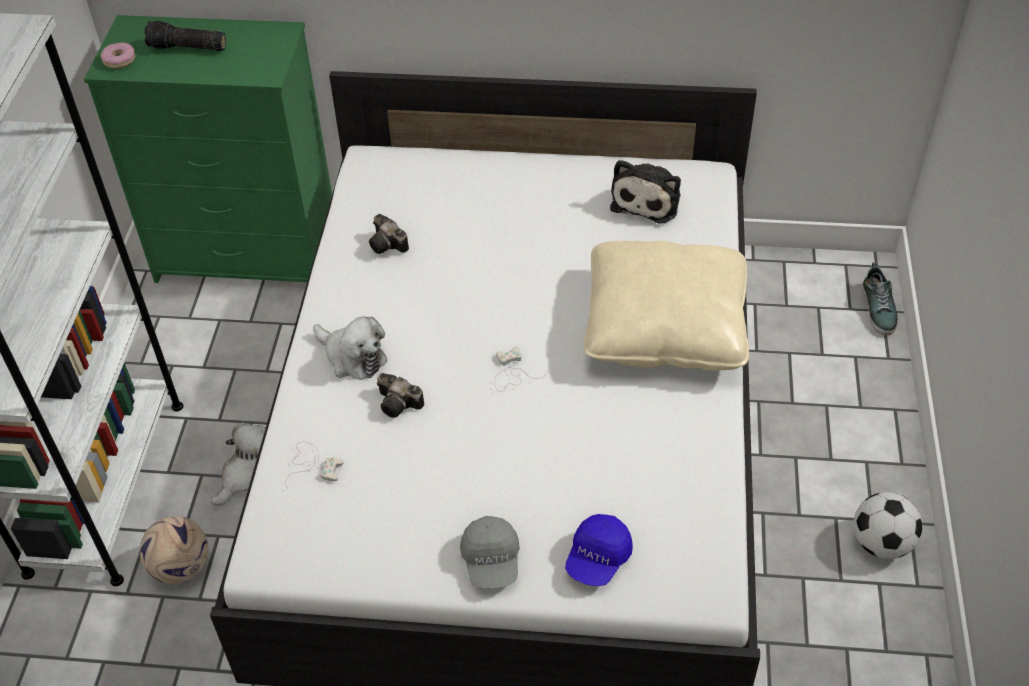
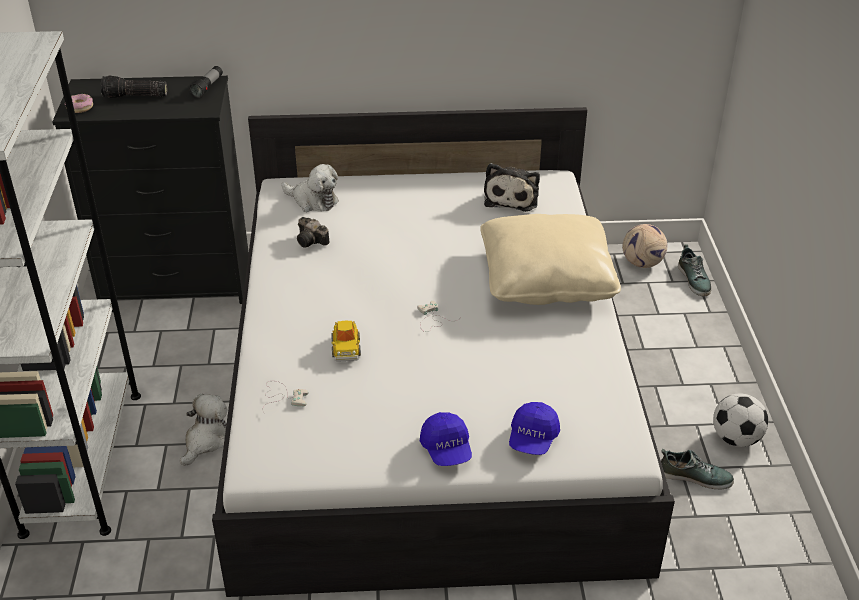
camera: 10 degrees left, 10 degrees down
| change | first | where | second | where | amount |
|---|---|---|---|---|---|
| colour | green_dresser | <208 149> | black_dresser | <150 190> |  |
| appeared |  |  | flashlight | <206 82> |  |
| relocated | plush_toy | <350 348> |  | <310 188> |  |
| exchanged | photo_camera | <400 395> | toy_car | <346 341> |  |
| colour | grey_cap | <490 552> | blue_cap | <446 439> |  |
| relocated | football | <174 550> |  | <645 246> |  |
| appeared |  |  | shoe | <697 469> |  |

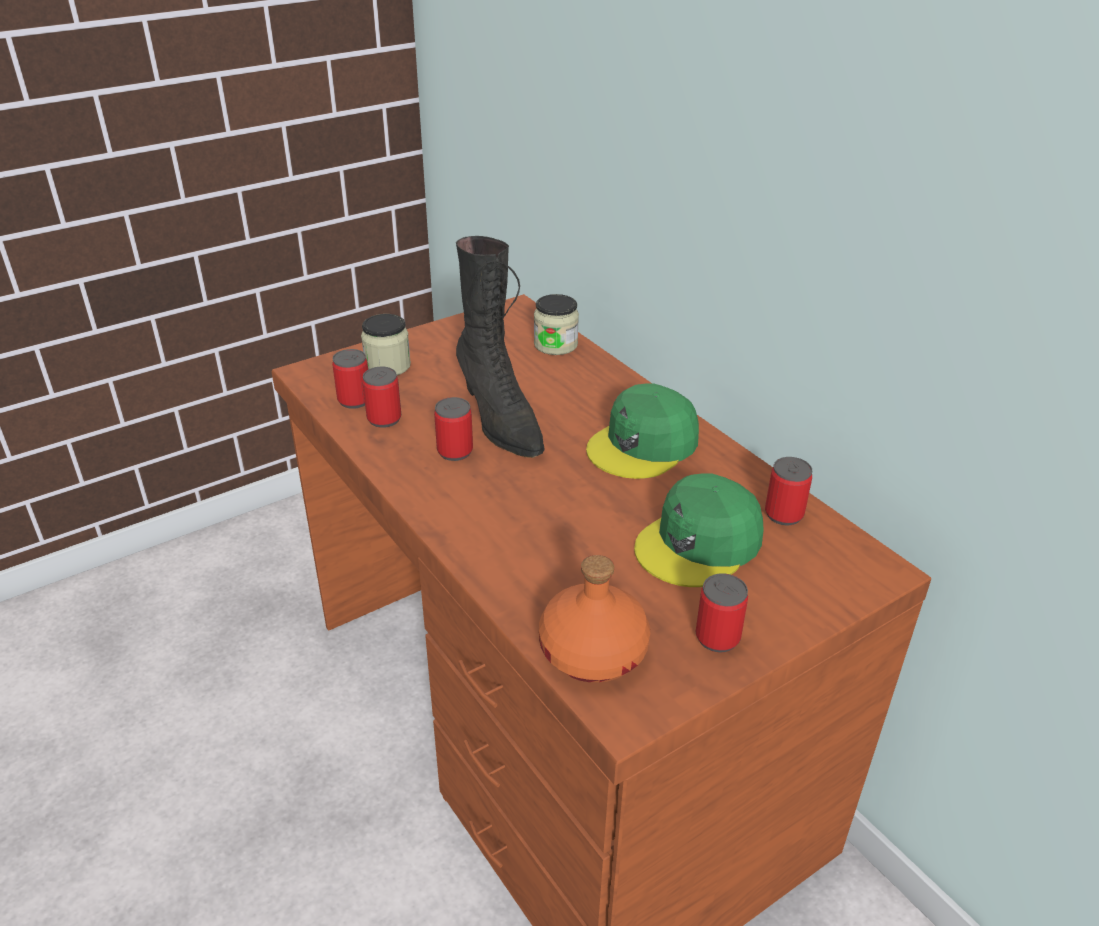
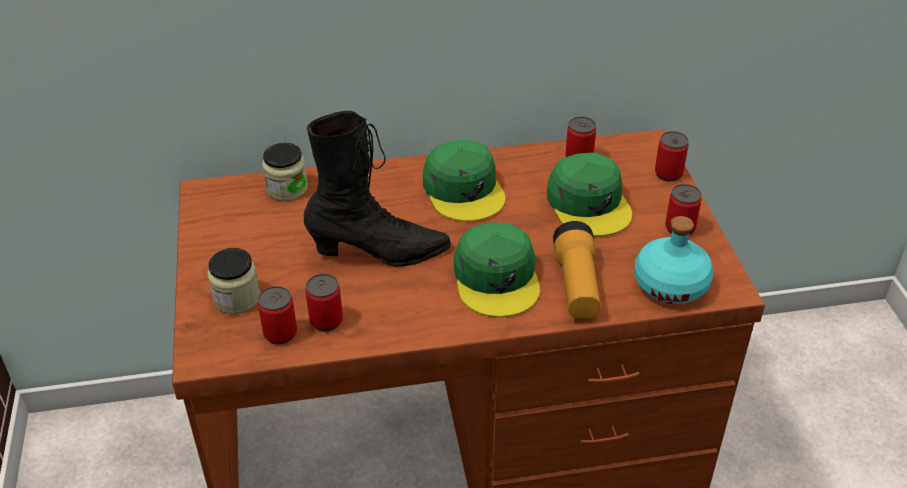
camera: 65 degrees left, 5 degrees up
| change | first | where | second | where | amount |
|---|---|---|---|---|---|
| appeared |  |  | green_cap | <497 270> |  |
| appeared |  |  | flashlight | <577 270> |  |
| colour | orange_bottle | <594 619> | turquoise_bottle | <674 260> |  |
| relocated | can | <453 429> |  | <671 156> |  |

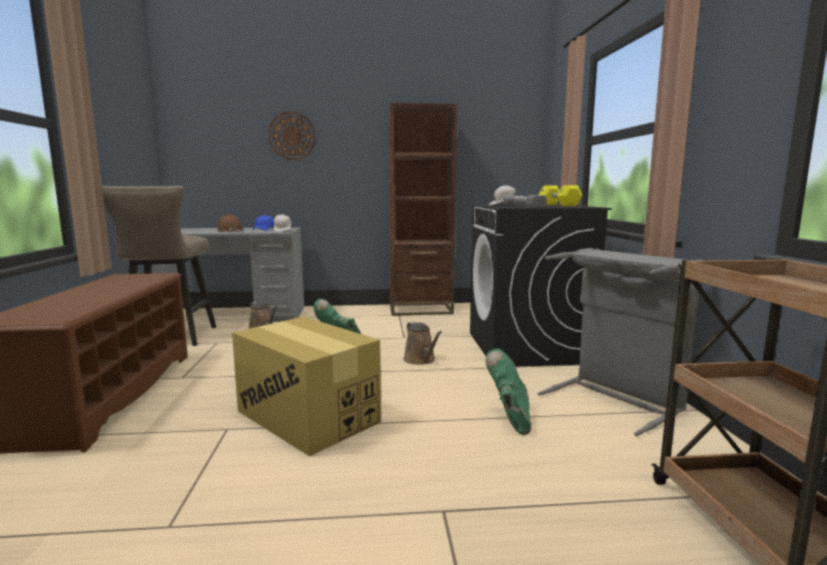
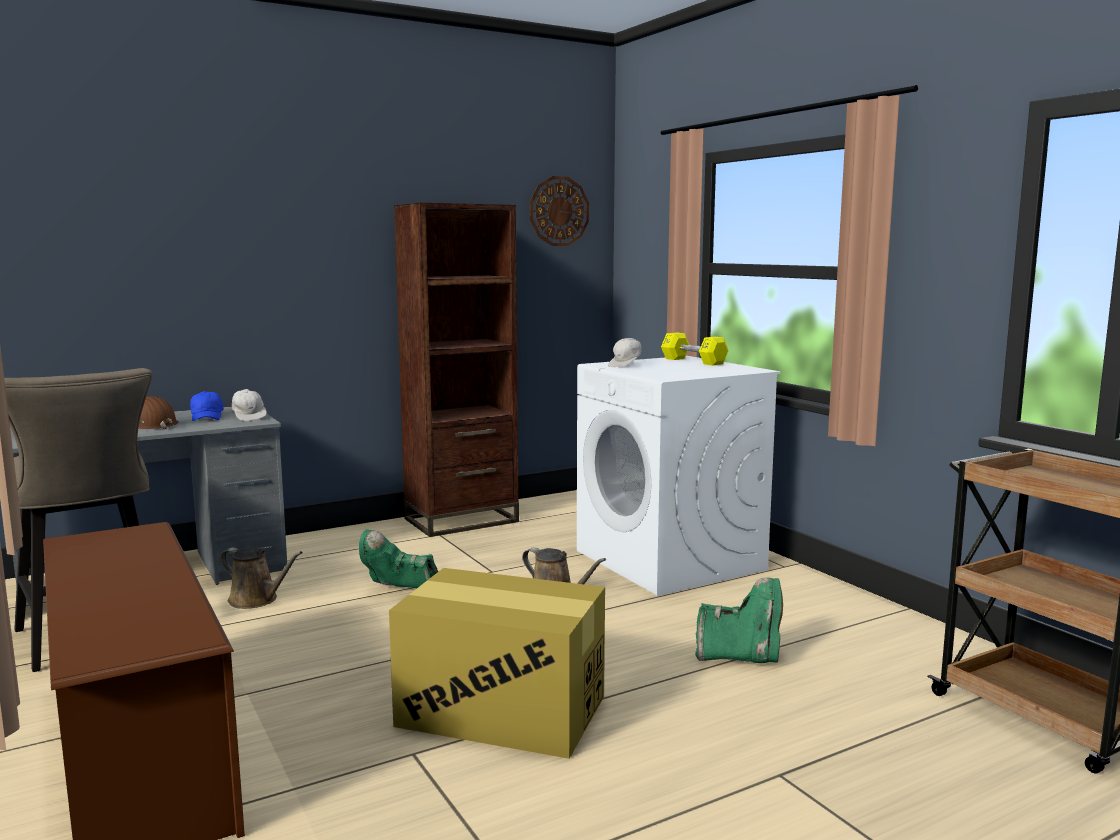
camera: 25 degrees left, 0 degrees up
| change | first | where | second | where | amount |
|---|---|---|---|---|---|
| relocated | wall_clock | <292 136> |  | <559 211> |  |
| colour | black_washing_machine | <541 285> | white_washing_machine | <679 476> |  |
| spun | green_boot | <508 392> |  | <739 620> | 120 degrees clockwise |
| missing | power_drill | <525 201> |  |  |  |
| missing | grey_laundry_basket | <620 342> |  |  |  |

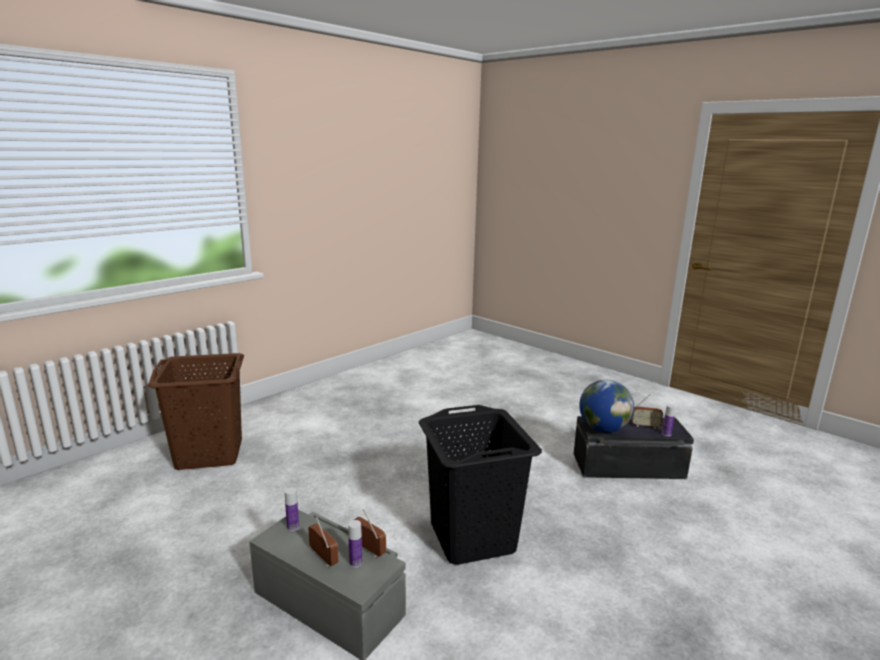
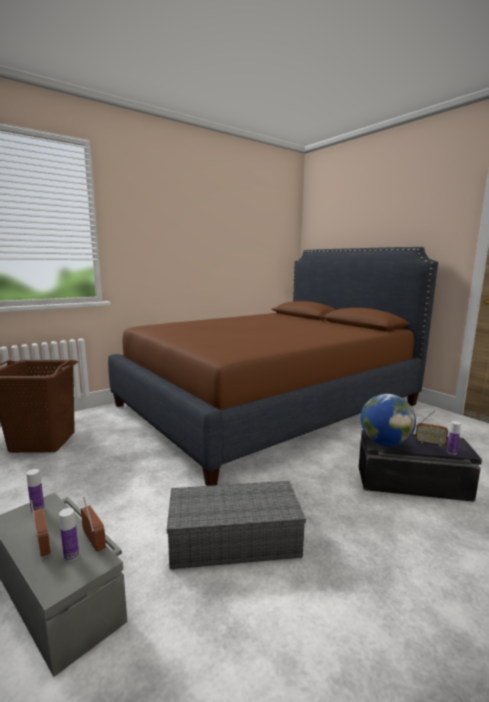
camera: 10 degrees right, 5 degrees down
| change | first | where | second | where | amount |
|---|---|---|---|---|---|
| appeared |  |  | brown_bed | <273 366> |  |
| exchanged | black_laundry_basket | <480 485> | grey_storage_box | <236 525> |  |

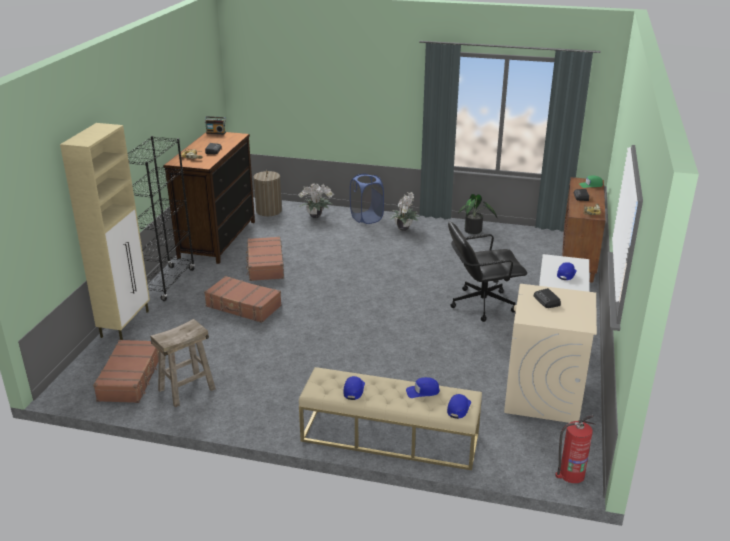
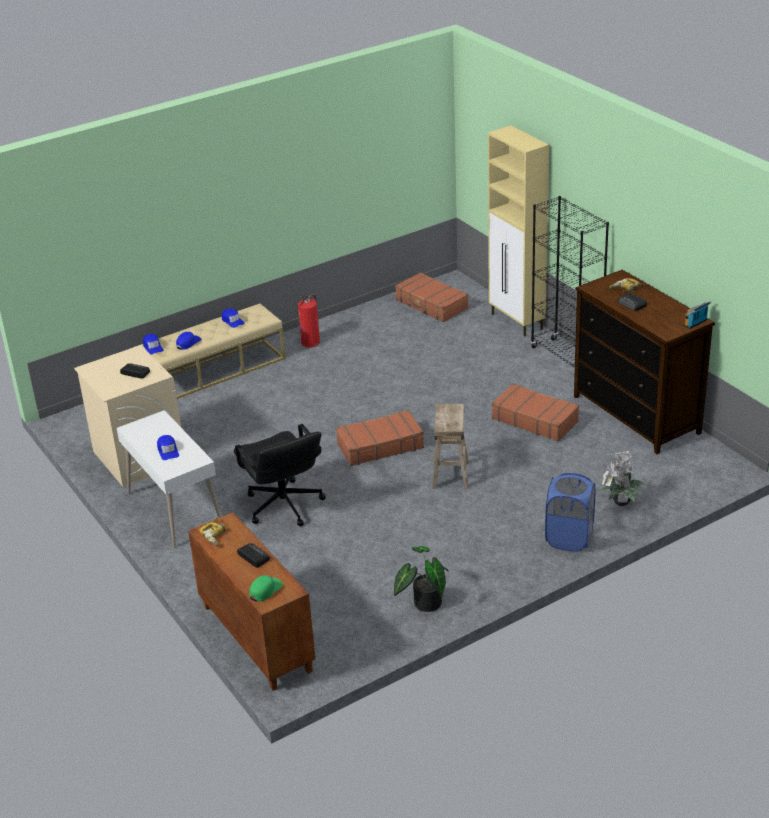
camera: 135 degrees right, 5 degrees up
| change | first | where | second | where | amount |
|---|---|---|---|---|---|
| spun | black_office_chair | <487 271> |  | <280 475> | 120 degrees clockwise |
| relocated | fire_extinguisher | <575 449> |  | <309 320> |  |
| relocated | brown_suitcase | <243 299> |  | <380 438> |  |
| relocated | beige_stool | <183 363> |  | <450 446> |  |
| missing | laundry_basket | <267 193> |  |  |  |
| missing | potted_plant | <404 211> |  |  |  |

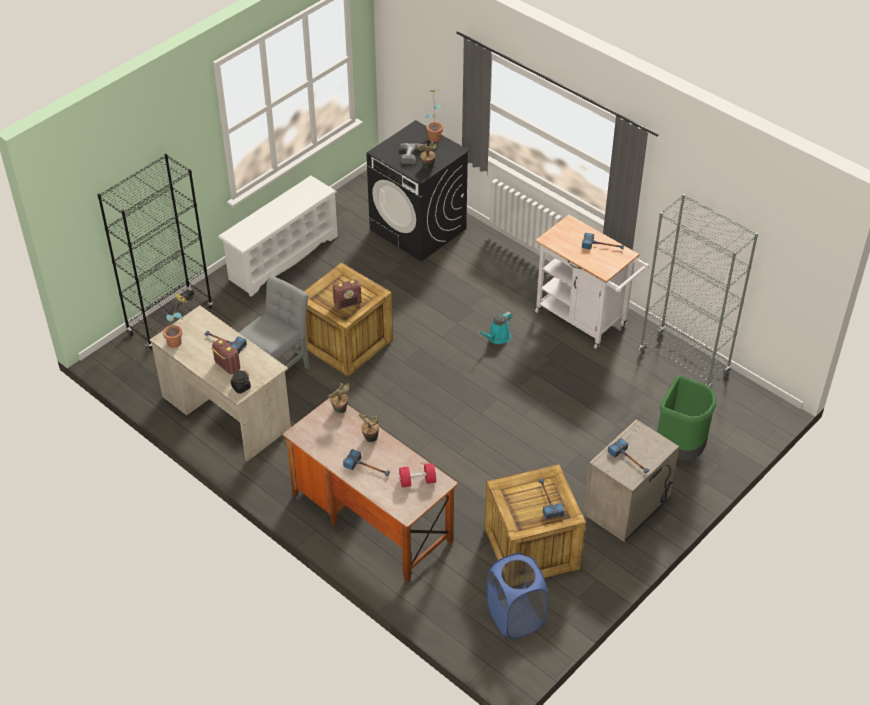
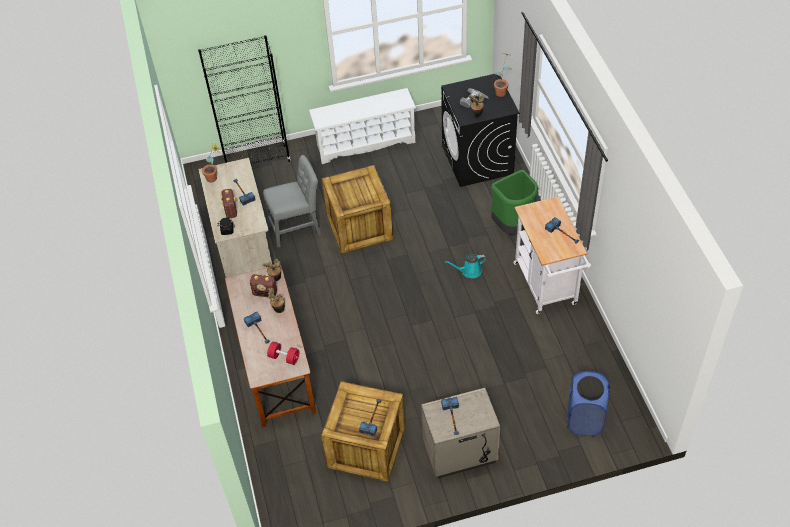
camera: 35 degrees right, 5 degrees up
| change | first | where | second | where | amount |
|---|---|---|---|---|---|
| relocated | radio | <347 294> |  | <263 286> |  |
| relocated | green_trash_can | <686 418> |  | <514 202> |  |
| relocated | blue_laundry_basket | <517 596> |  | <588 403> |  |
| missing | grey_bookcase | <699 291> |  |  |  |

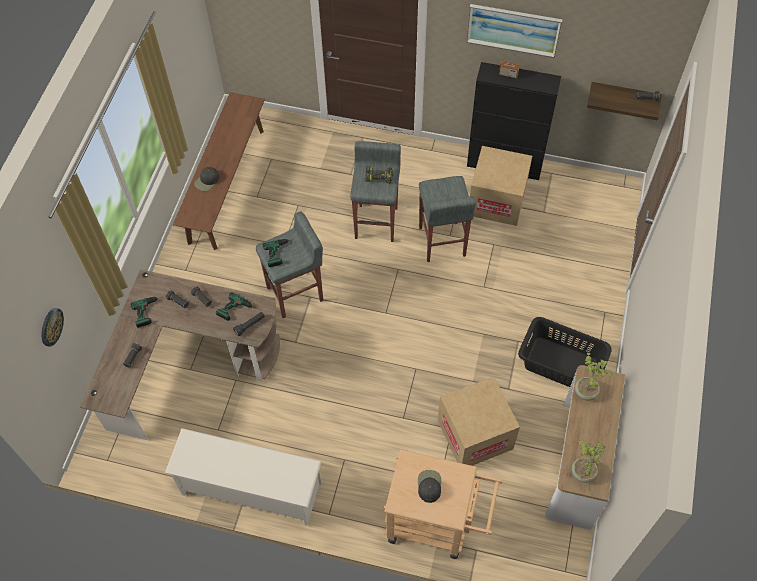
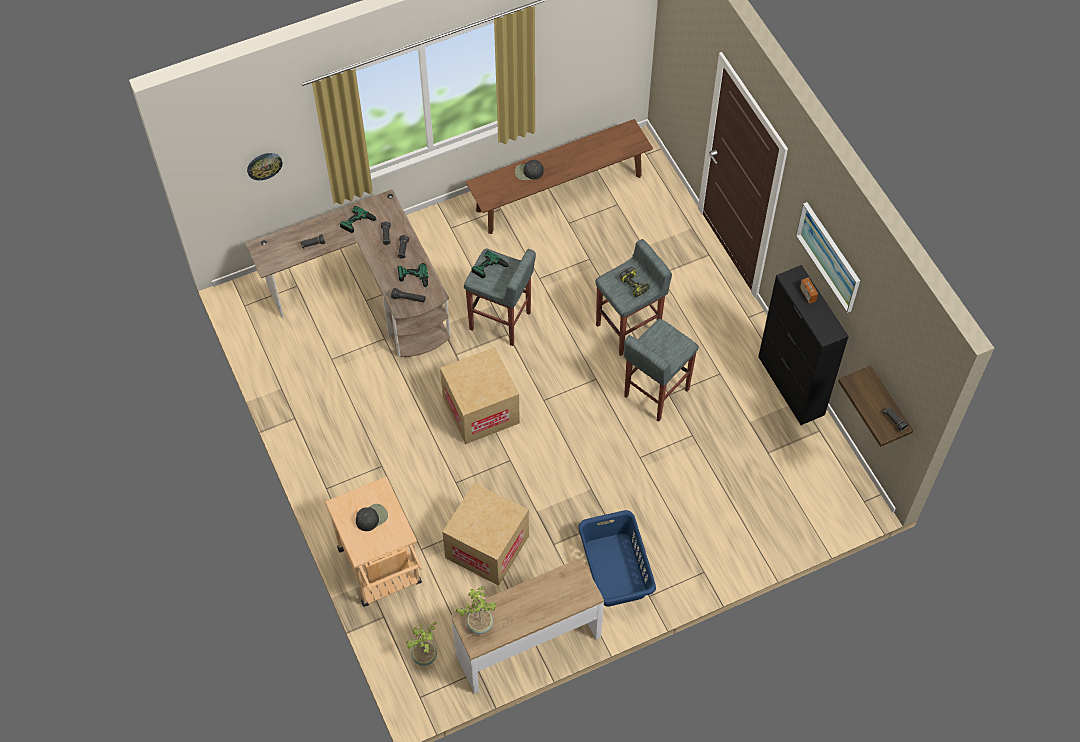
camera: 50 degrees right, 0 degrees up
| change | first | where | second | where | amount |
|---|---|---|---|---|---|
| relocated | potted_plant | <593 377> |  | <421 644> |  |
| relocated | cardboard_box | <501 186> |  | <480 395> |  |
| colour | black_laundry_basket | <565 352> | blue_laundry_basket | <617 558> |  |
| missing | white_shoe_rack | <243 477> |  |  |  |

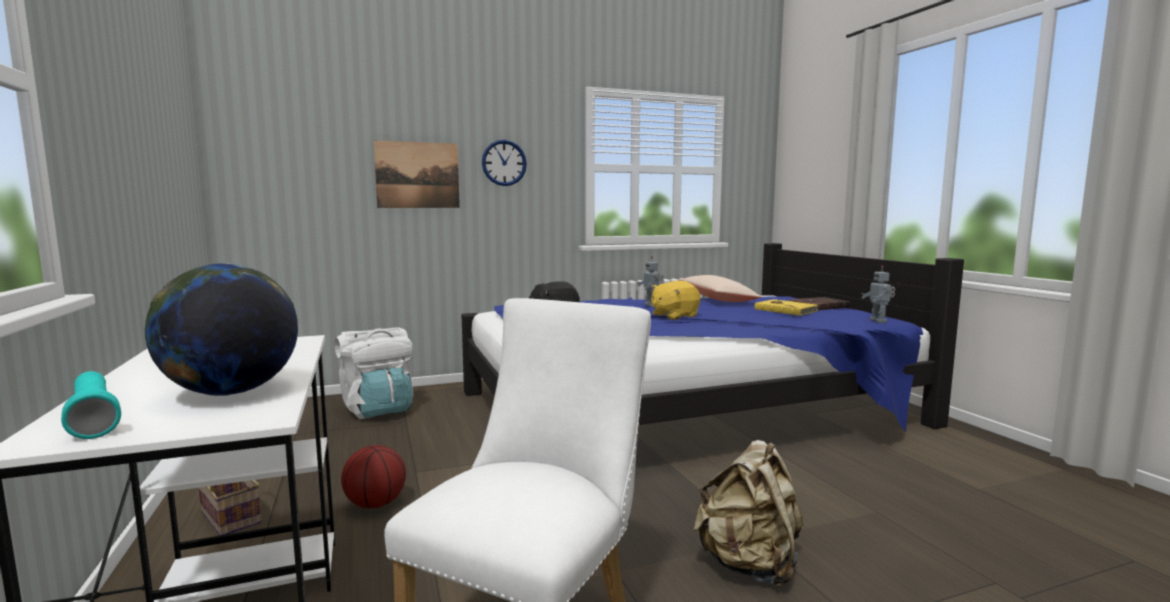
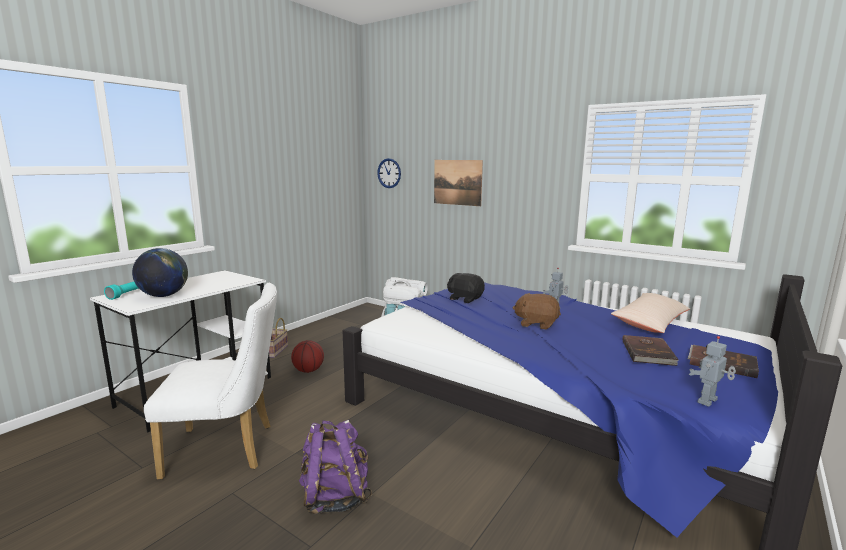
camera: 55 degrees right, 5 degrees up
| change | first | where | second | where | amount |
|---|---|---|---|---|---|
| colour | beige_backpack | <748 513> | purple_backpack | <335 467> |  |
| relocated | wall_clock | <504 163> |  | <389 173> |  |
| colour | yellow_plush_toy | <676 300> | brown_plush_toy | <536 311> |  |
| colour | yellow_book | <787 307> | brown_book | <650 350> |  |

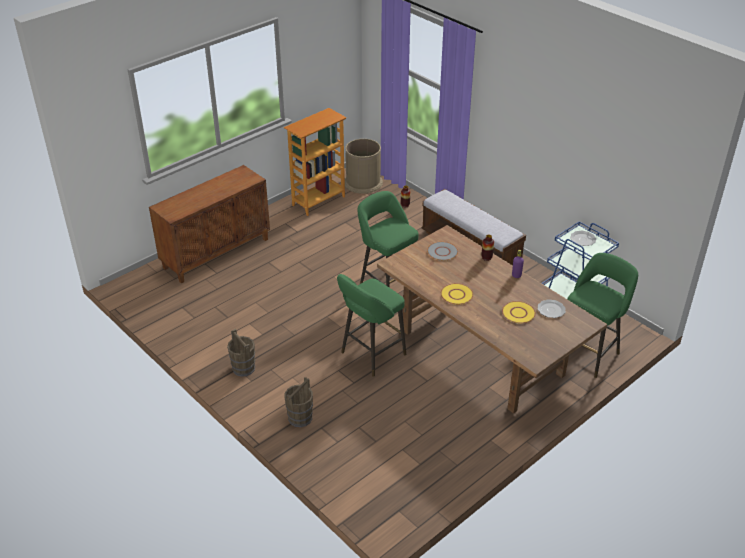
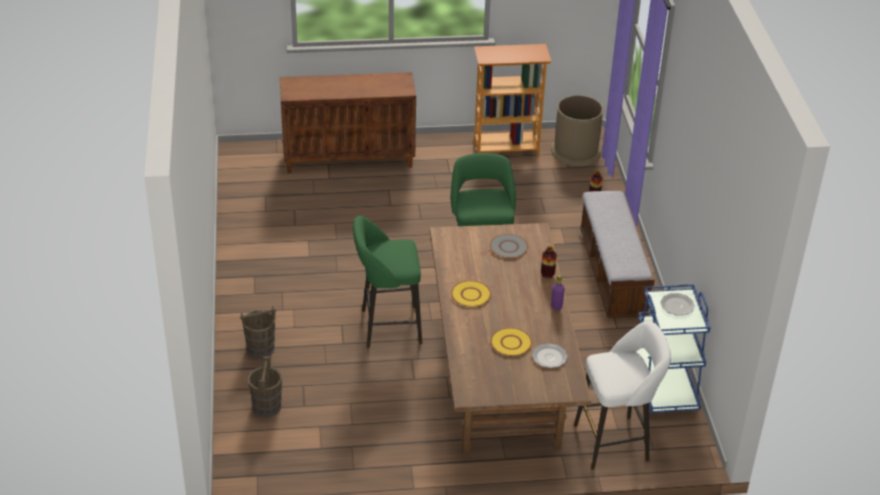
camera: 35 degrees right, 0 degrees up
| change | first | where | second | where | amount |
|---|---|---|---|---|---|
| relocated | brown_bucket | <241 353> |  | <265 386> |  |
| colour | green_stool | <602 315> | white_stool | <622 395> |  |

